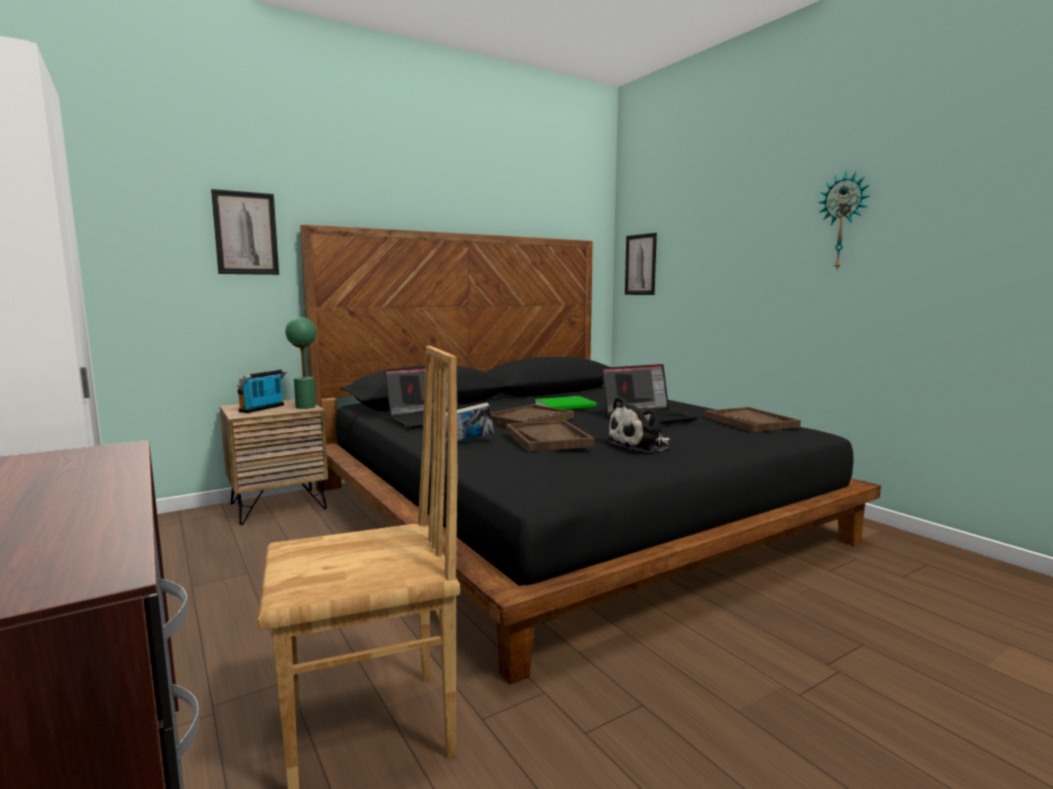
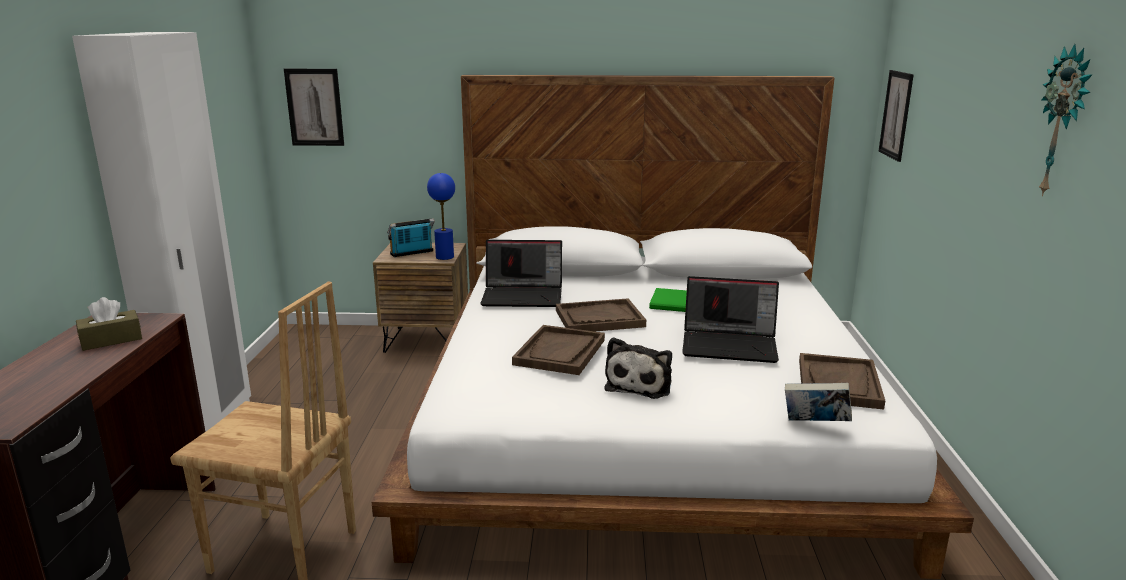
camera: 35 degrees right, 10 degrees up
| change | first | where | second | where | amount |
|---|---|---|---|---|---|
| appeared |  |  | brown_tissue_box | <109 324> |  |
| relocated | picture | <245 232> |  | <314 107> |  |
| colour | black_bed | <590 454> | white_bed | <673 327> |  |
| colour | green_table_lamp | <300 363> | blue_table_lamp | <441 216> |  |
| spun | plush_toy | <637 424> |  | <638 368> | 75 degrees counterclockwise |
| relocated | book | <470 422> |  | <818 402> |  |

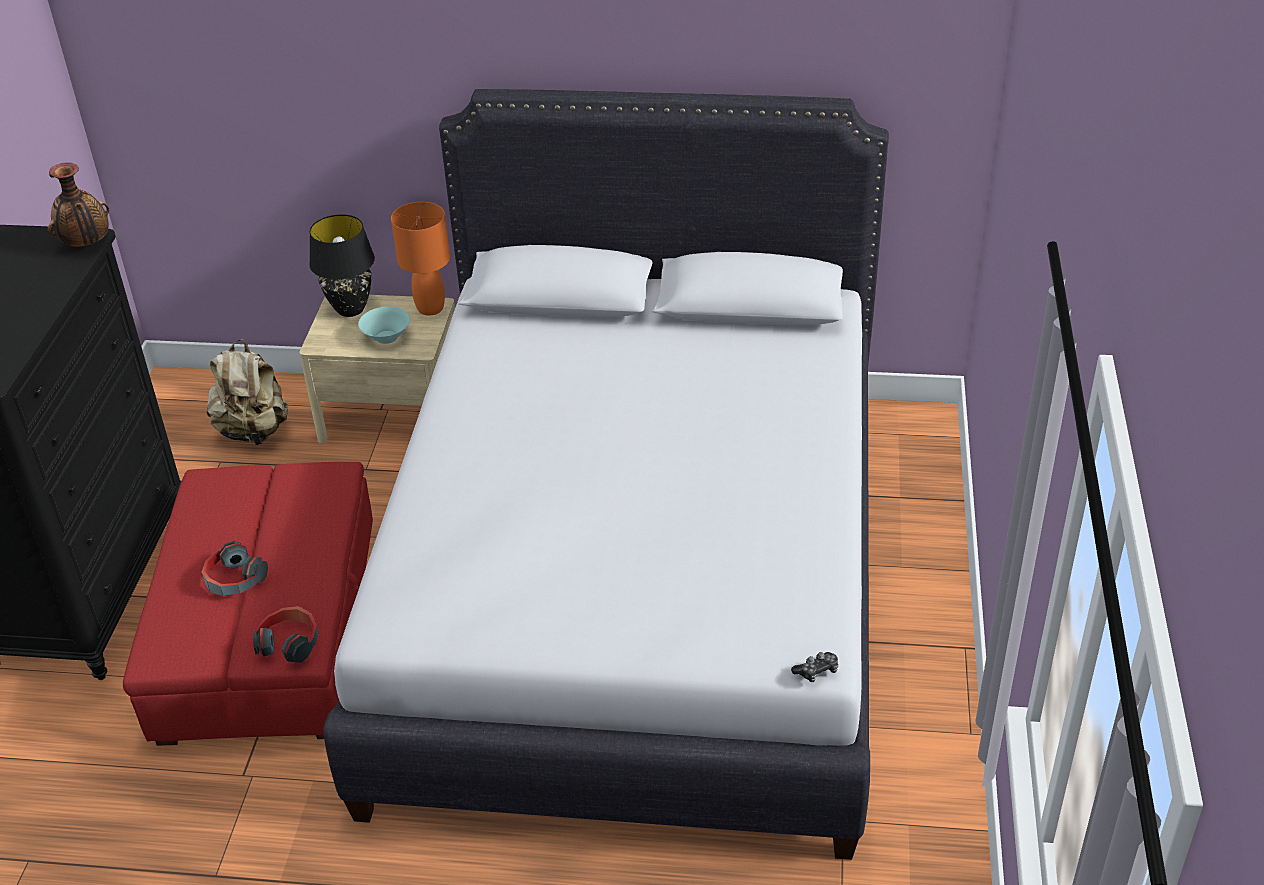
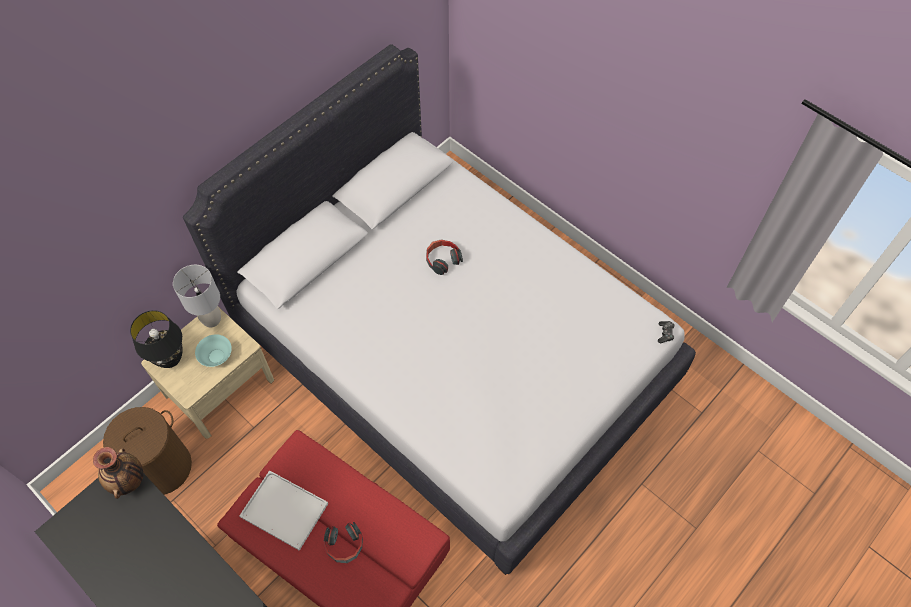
camera: 55 degrees left, 20 degrees up
| change | first | where | second | where | amount |
|---|---|---|---|---|---|
| exchanged | beige_backpack | <247 392> | brown_laundry_basket | <147 451> |  |
| colour | orange_table_lamp | <420 259> | grey_table_lamp | <197 296> |  |
| appeared |  |  | white_tray | <283 510> |  |
| relocated | headphones | <286 634> |  | <444 257> |  |

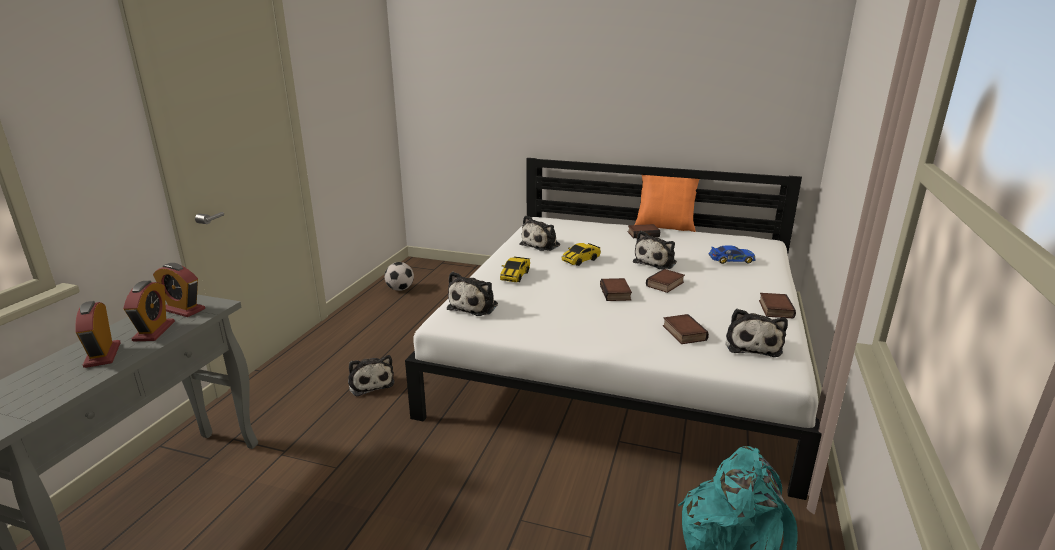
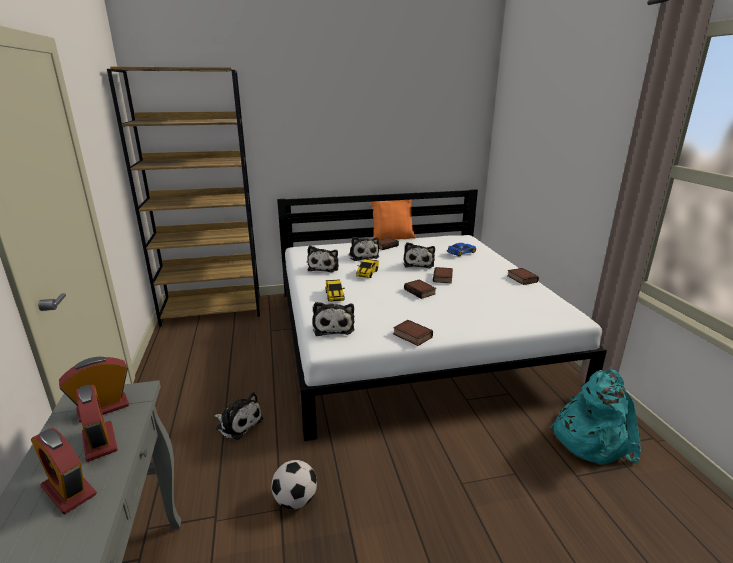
camera: 30 degrees left, 0 degrees up
| change | first | where | second | where | amount |
|---|---|---|---|---|---|
| spun | alarm_clock | <179 290> |  | <94 390> | 150 degrees clockwise |
| appeared |  |  | brown_bookcase | <183 196> |  |
| relocated | football | <399 276> |  | <294 484> |  |
| relocated | plush_toy | <756 333> |  | <364 249> |  |
| relocated | book | <686 329> |  | <413 333> |  |

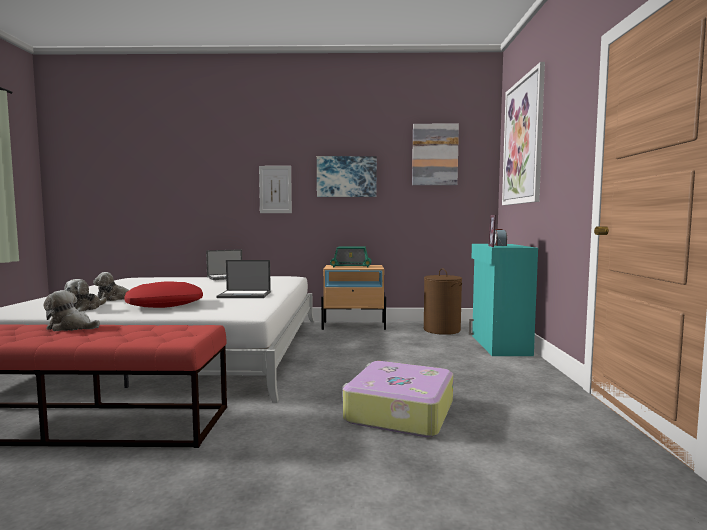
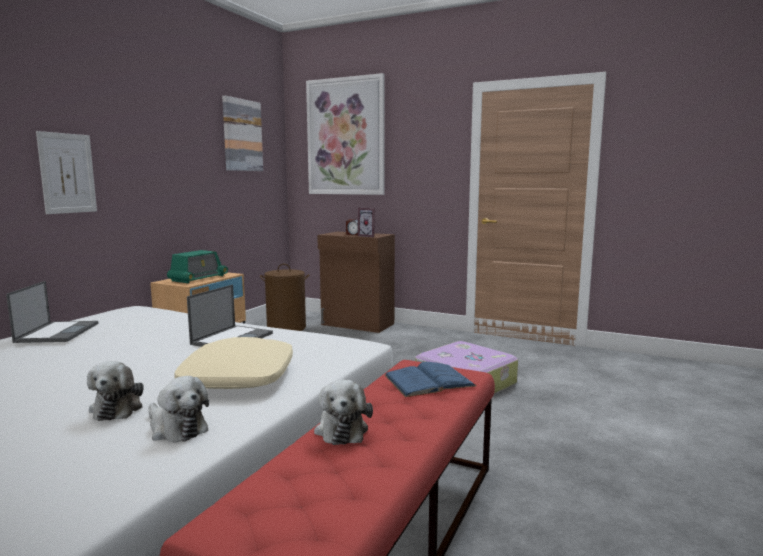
camera: 65 degrees left, 5 degrees up
| change | first | where | second | where | amount |
|---|---|---|---|---|---|
| colour | red_pillow | <164 295> | beige_pillow | <233 363> |  |
| spun | plush_toy | <71 310> |  | <343 412> | 45 degrees counterclockwise |
| colour | turquoise_cabinet | <503 300> | brown_cabinet | <356 282> |  |
| appeared |  |  | blue_book | <430 379> |  |
| missing | picture | <347 176> |  |  |  |

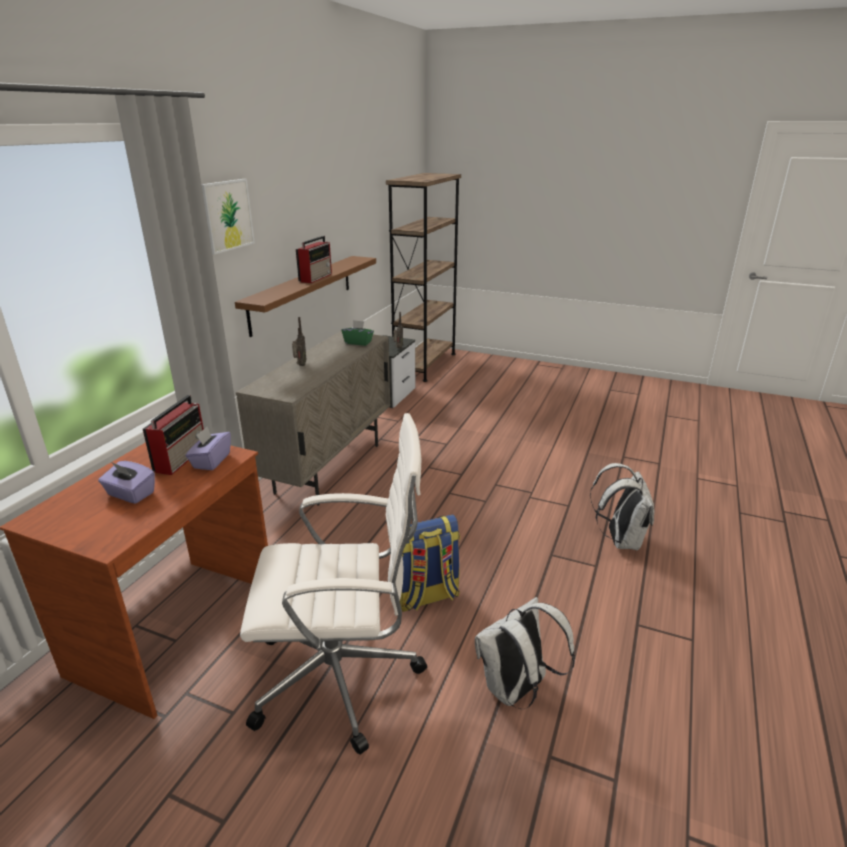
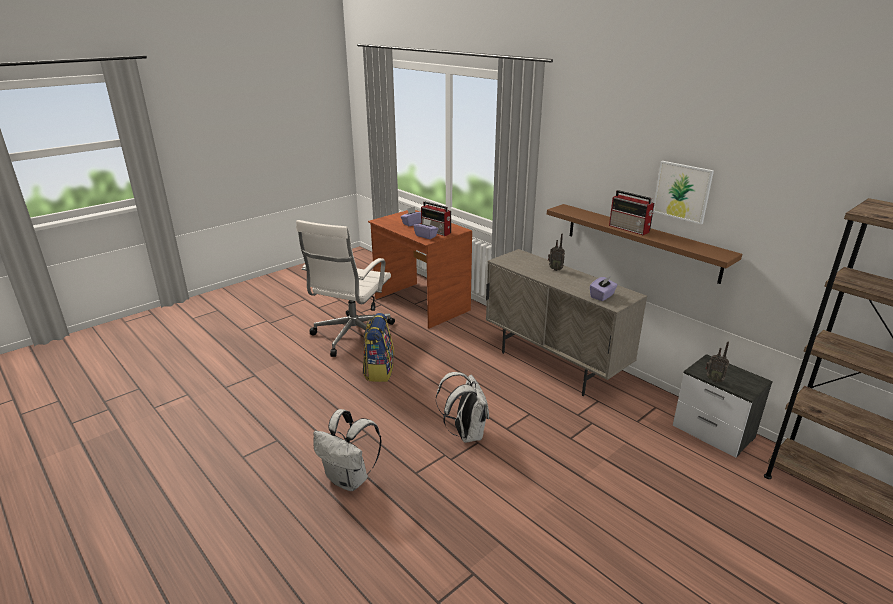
camera: 115 degrees right, 0 degrees up
| change | first | where | second | where | amount |
|---|---|---|---|---|---|
| relocated | white_backpack | <525 653> |  | <462 407> |  |
| colour | green_tissue_box | <358 333> | purple_tissue_box | <604 288> |  |
| relocated | picture | <228 217> |  | <683 192> |  |

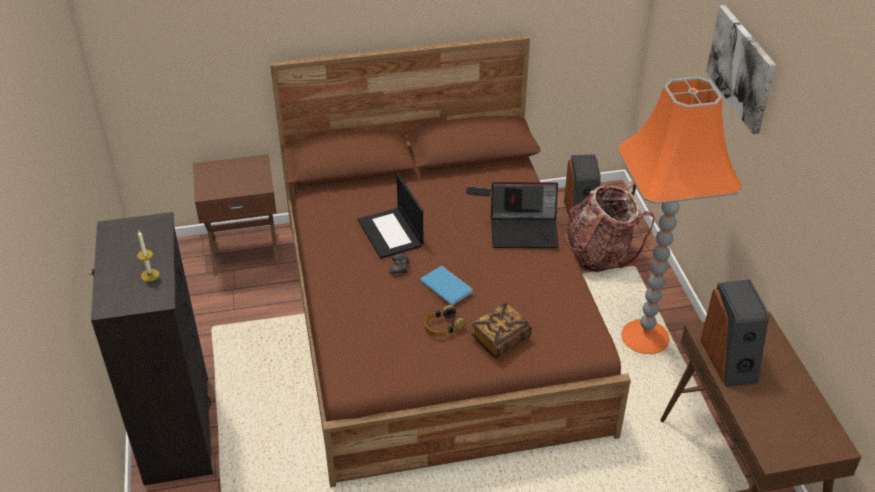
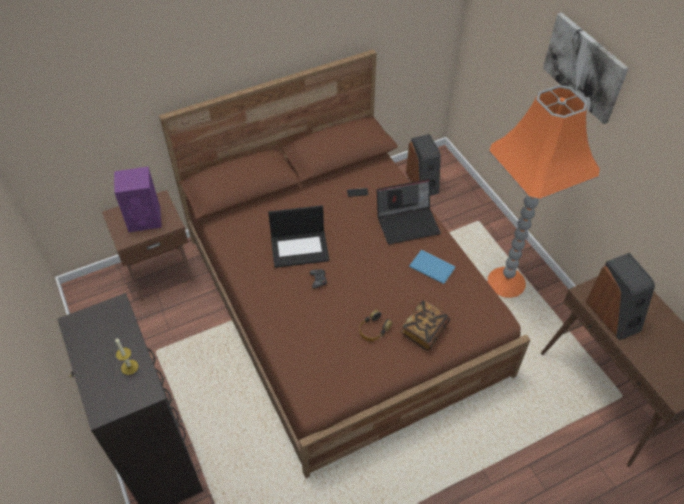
camera: 15 degrees left, 10 degrees up
| change | first | where | second | where | amount |
|---|---|---|---|---|---|
| appeared |  |  | purple_speaker | <138 199> |  |
| spun | laptop | <391 216> |  | <299 236> | 60 degrees counterclockwise |
| relocated | blue_book | <446 285> |  | <432 267> |  |
| missing | backpack | <611 226> |  |  |  |

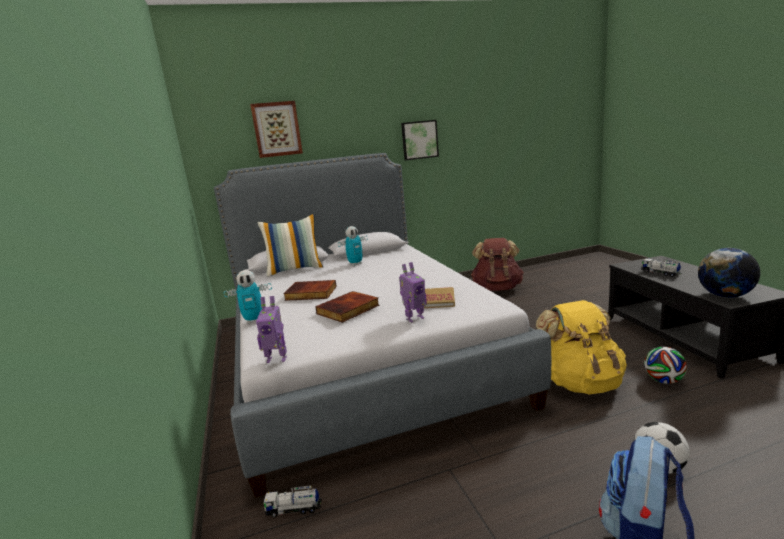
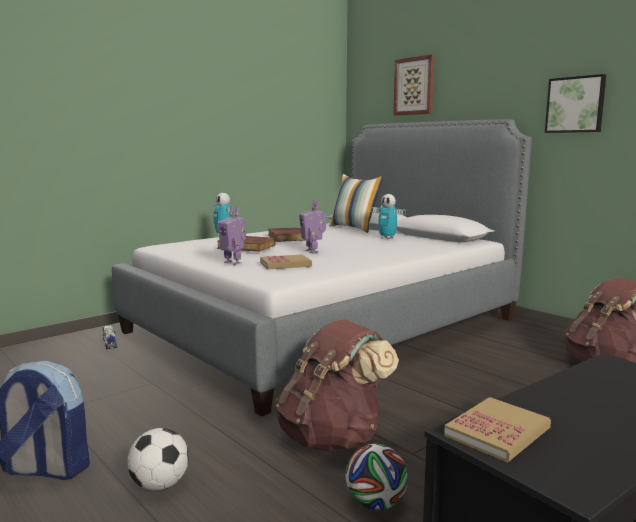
camera: 65 degrees right, 5 degrees down
| change | first | where | second | where | amount |
|---|---|---|---|---|---|
| colour | yellow_backpack | <581 347> | brown_backpack | <337 385> |  |
| relocated | toy_robot | <271 329> |  | <312 227> |  |
| exchanged | globe | <729 273> | book | <497 429> |  |
| missing | toy_truck | <662 267> |  |  |  |

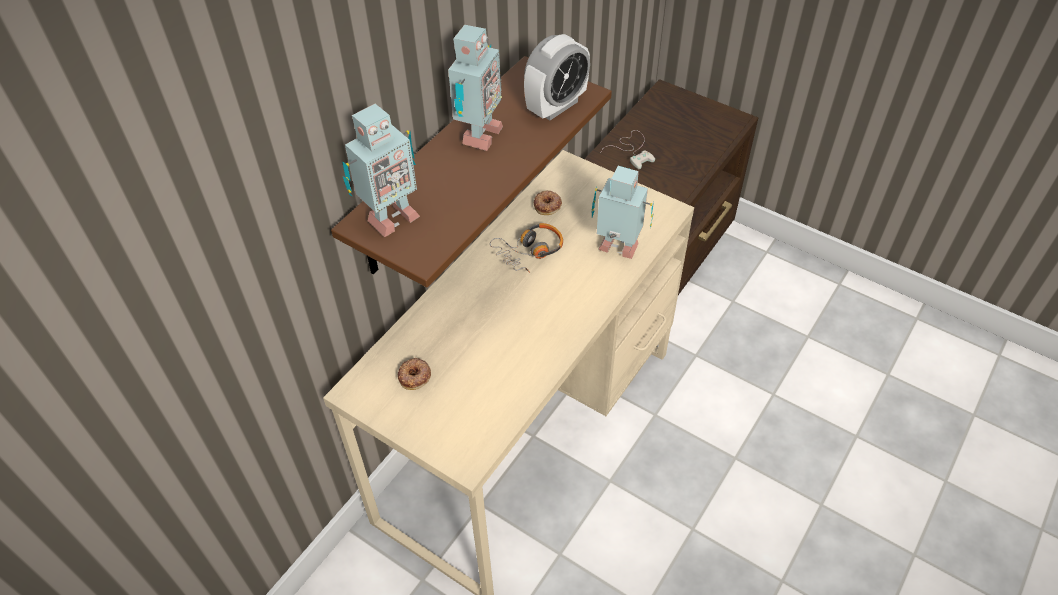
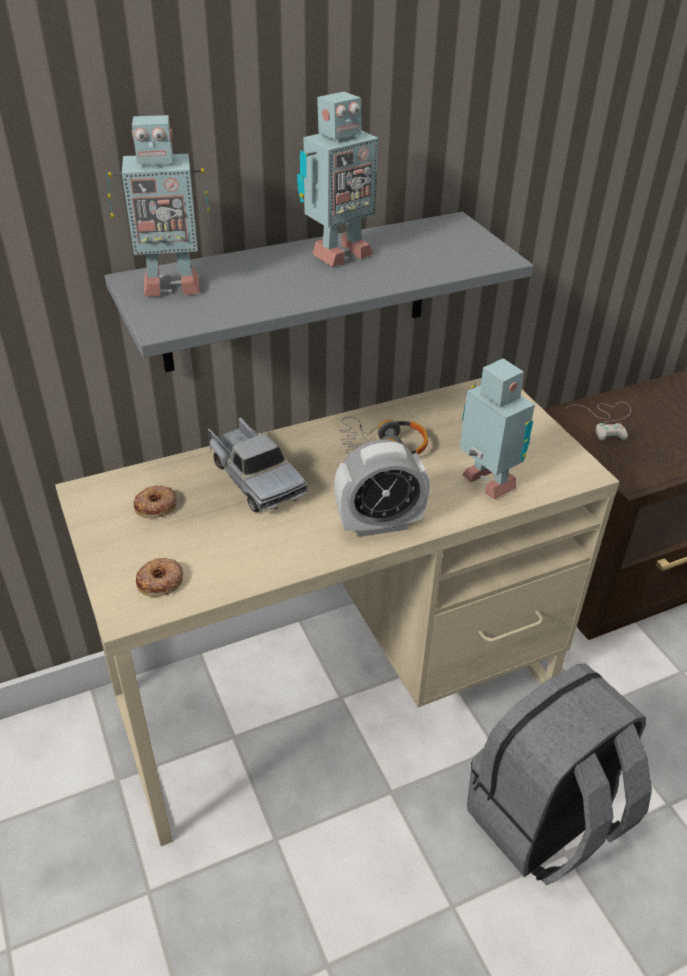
camera: 30 degrees right, 10 degrees down
| change | first | where | second | where | amount |
|---|---|---|---|---|---|
| colour | brown_shelf | <471 171> | grey_shelf | <319 292> |  |
| relocated | donut | <548 202> |  | <159 577> |  |
| appeared |  |  | toy_truck | <258 464> |  |
| relocated | alarm_clock | <557 77> |  | <382 488> |  |
| appeared |  |  | grey_backpack | <559 774> |  |

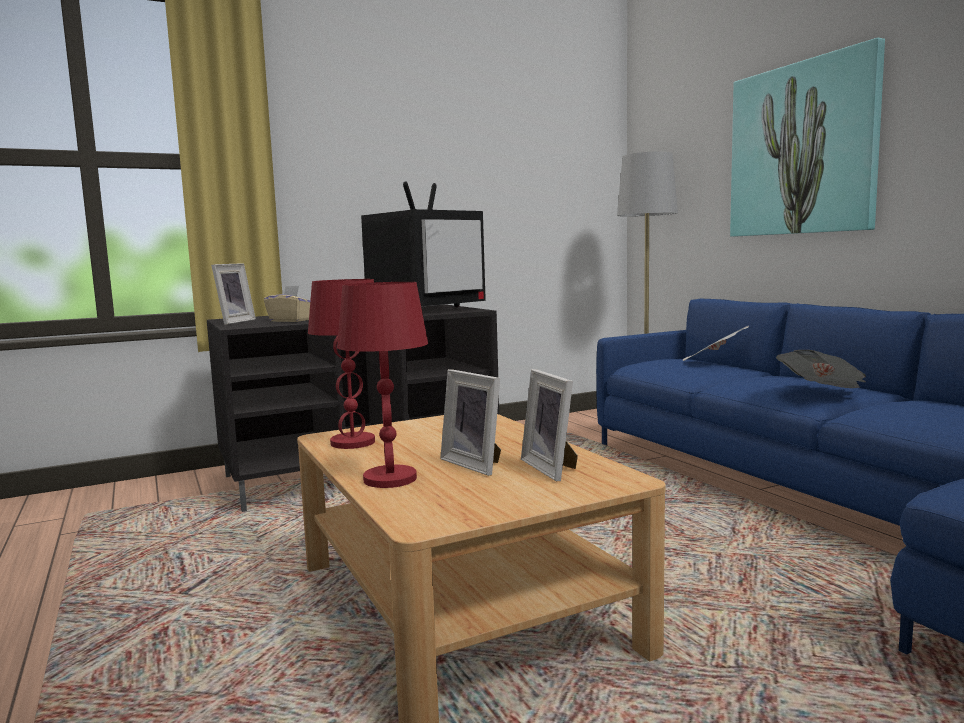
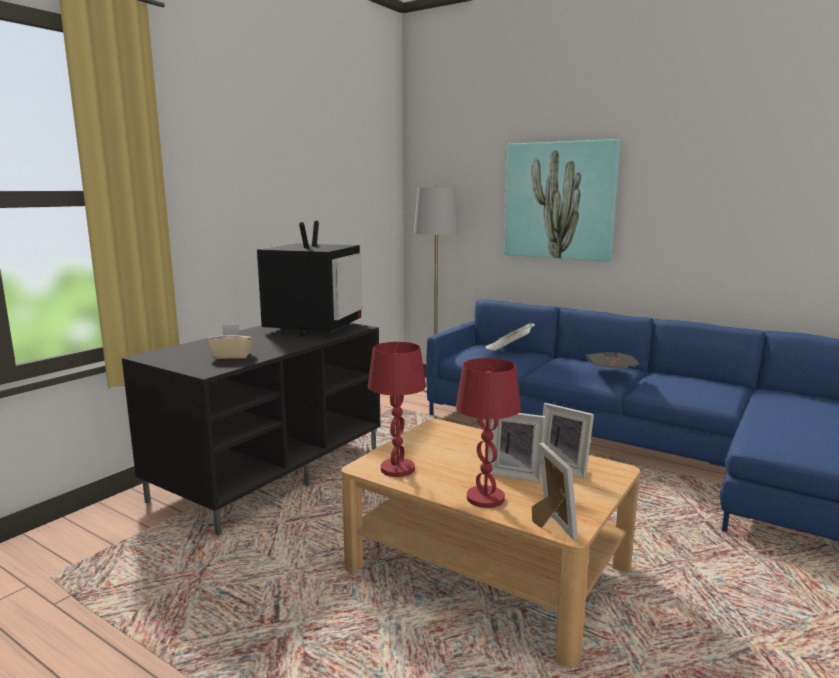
camera: 30 degrees left, 5 degrees up
| change | first | where | second | where | amount |
|---|---|---|---|---|---|
| relocated | picture_frame | <233 294> |  | <555 491> |  |

